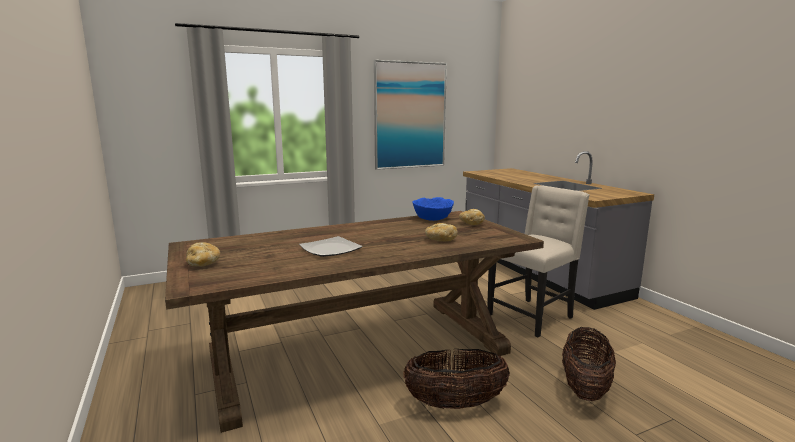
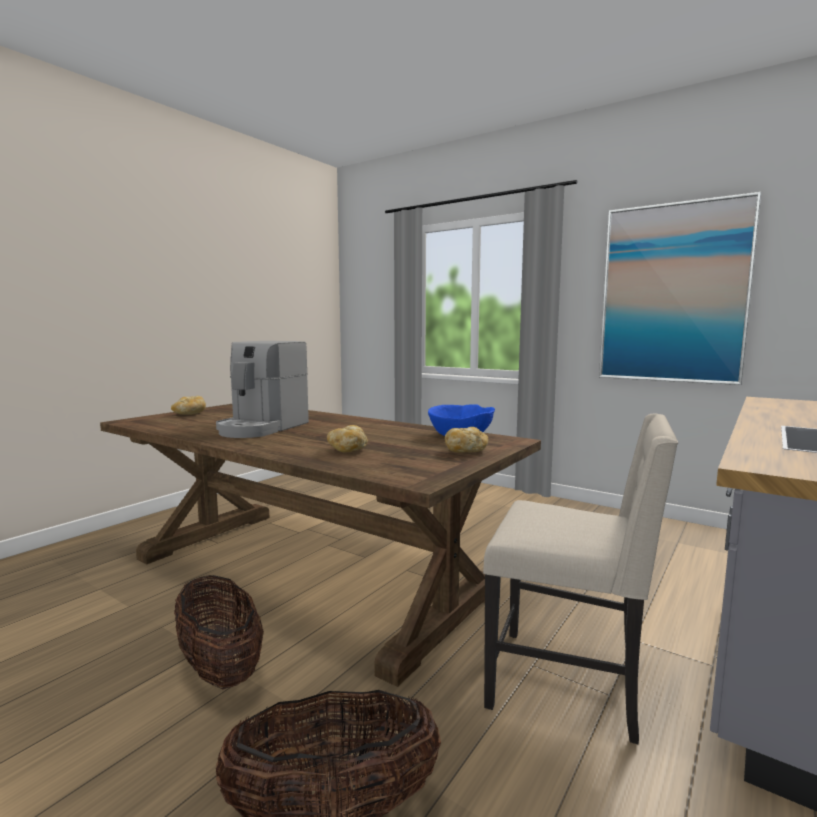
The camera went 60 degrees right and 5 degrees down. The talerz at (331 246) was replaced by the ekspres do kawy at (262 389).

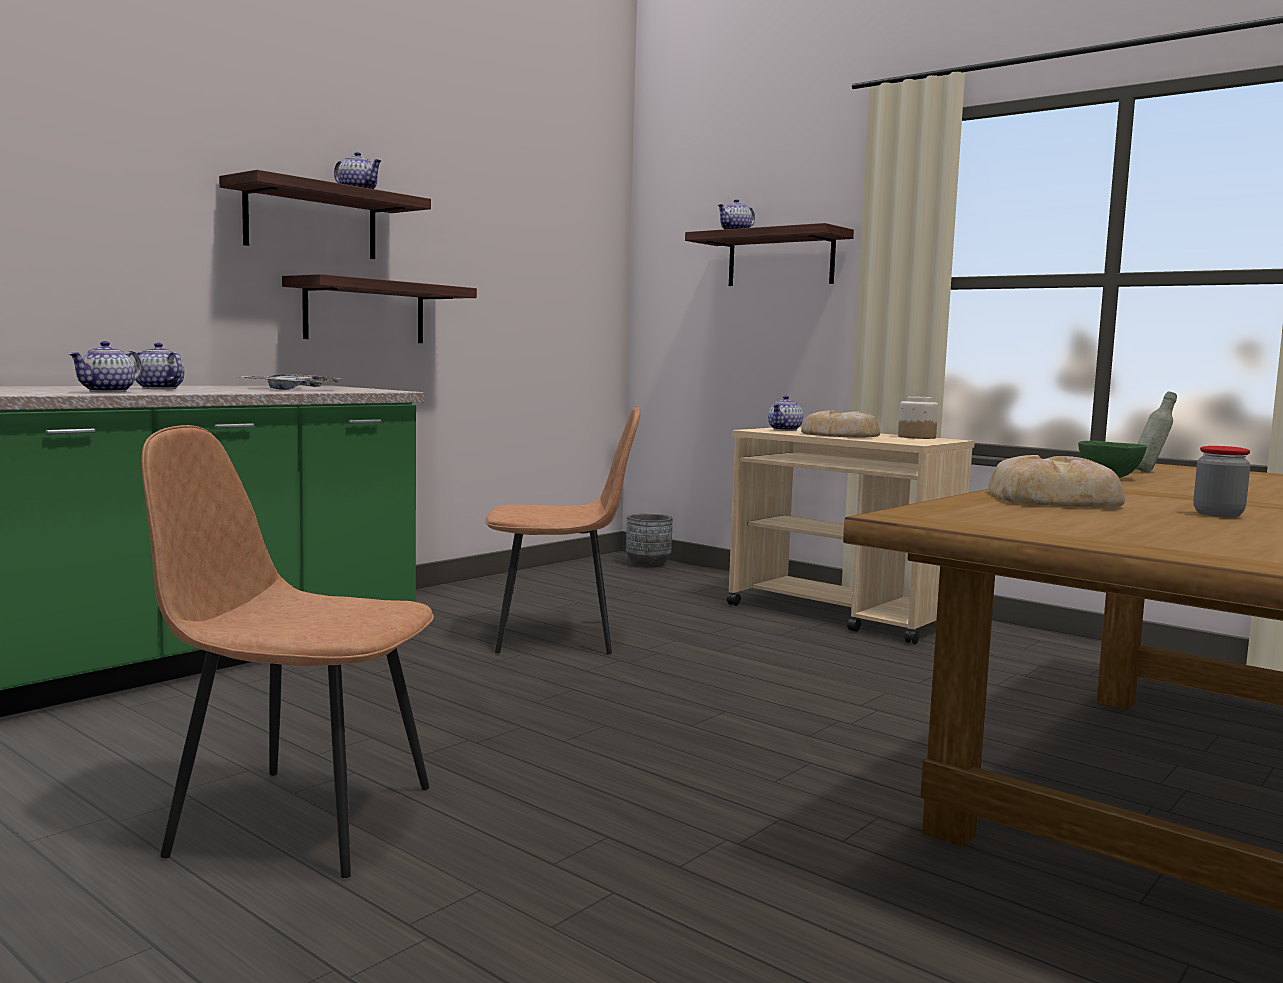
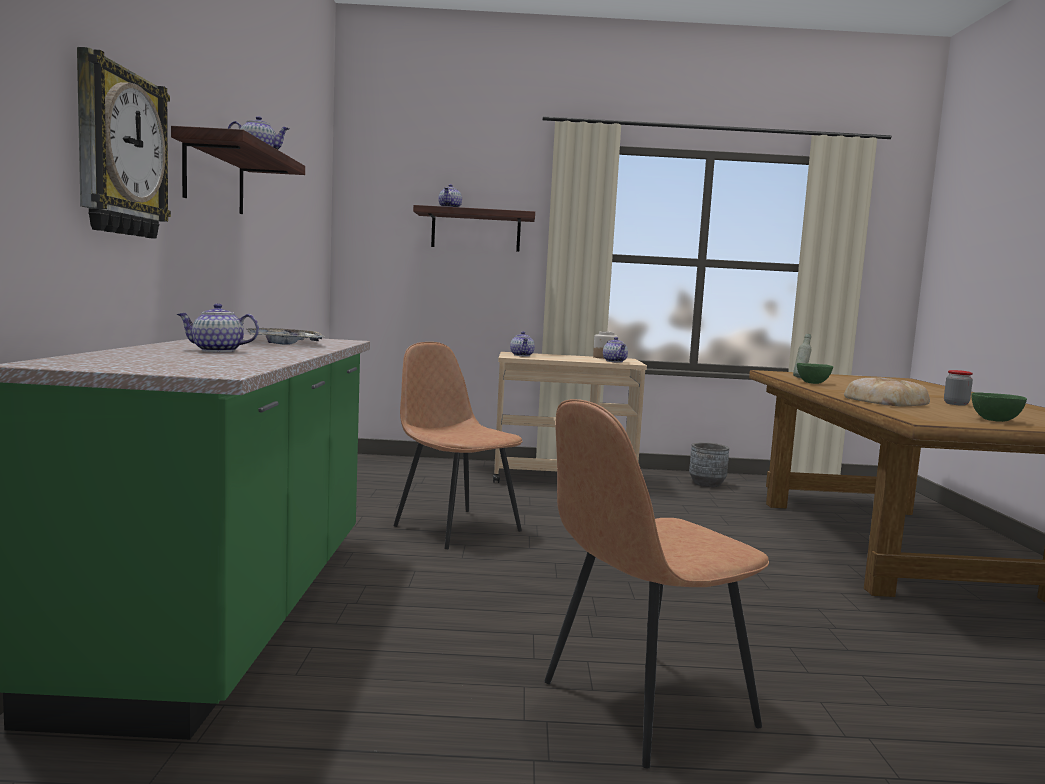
The camera went 40 degrees left and 0 degrees up. The półka at (379 308) disappeared. The imbryk moved from (105 366) to (615 350). The krzesło/brązowy at (562 529) turned 90 degrees counterclockwise. The chleb at (840 424) disappeared. The donica/szary moved from (649 540) to (709 464). The zegar ścienny at (124 143) appeared. The miska/zielony at (999 407) appeared.

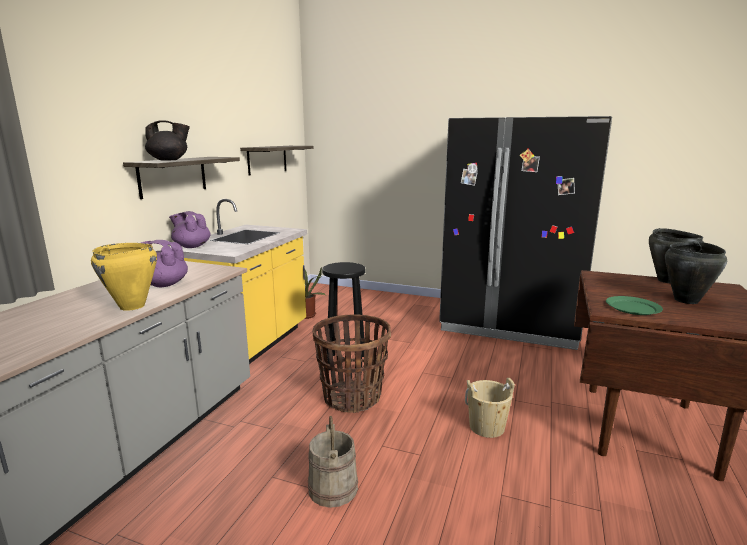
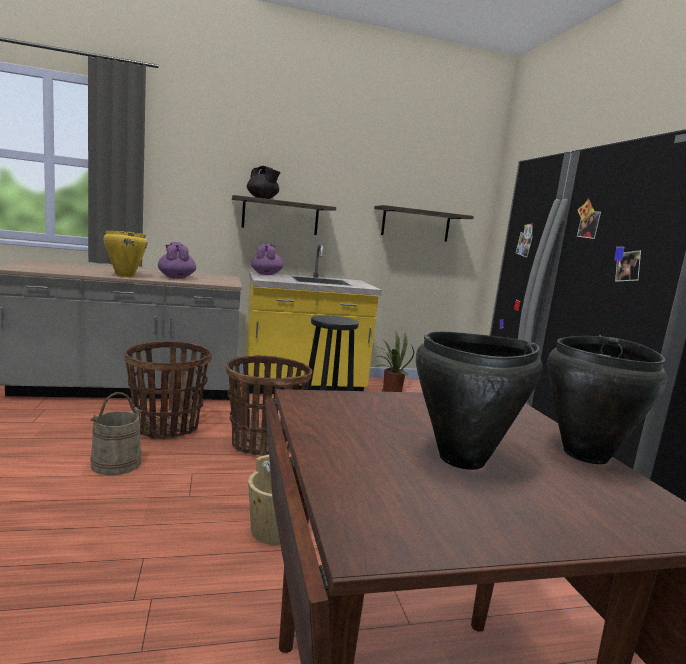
The camera went 55 degrees right and 5 degrees down. The talerz/zielony at (634 305) disappeared. The koszyk at (168 390) appeared.

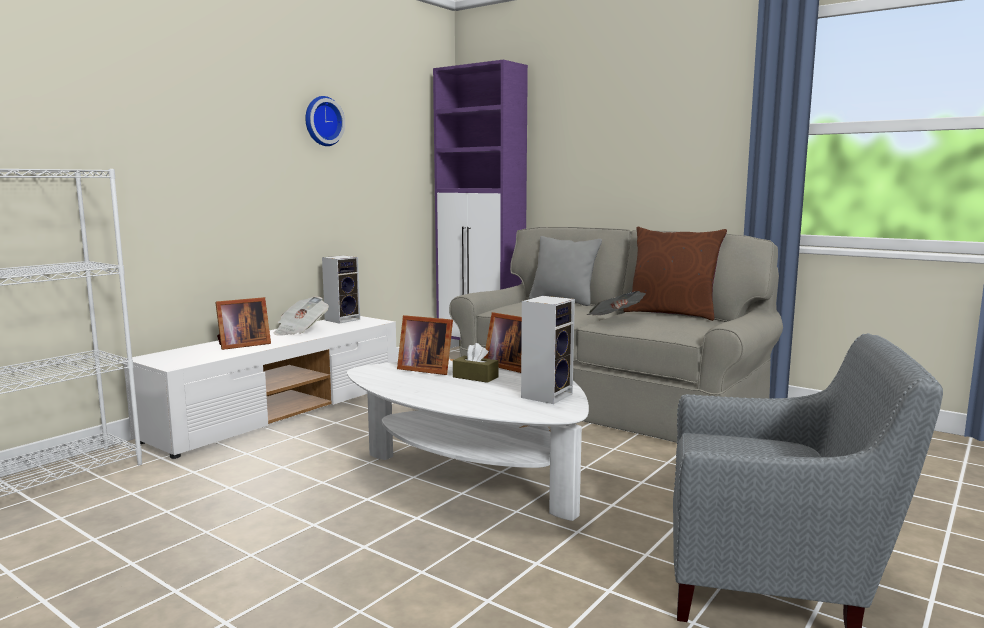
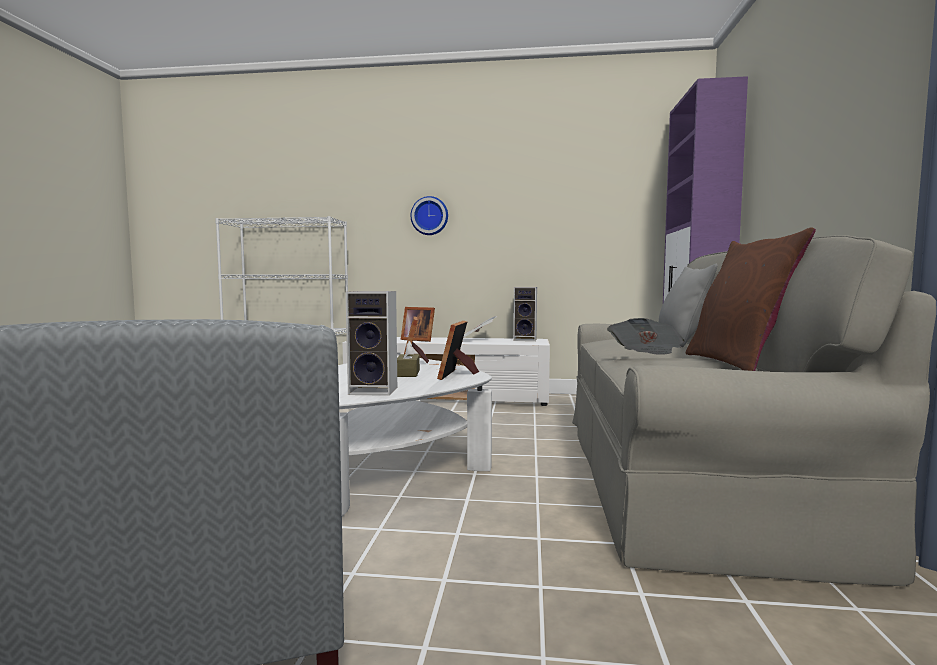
The camera went 60 degrees right and 5 degrees down. The zegar ścienny moved from (325 121) to (429 215).

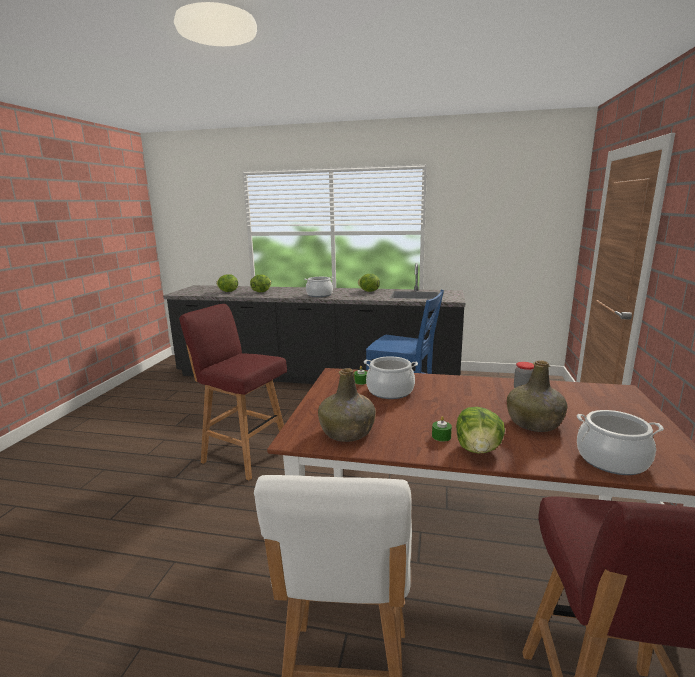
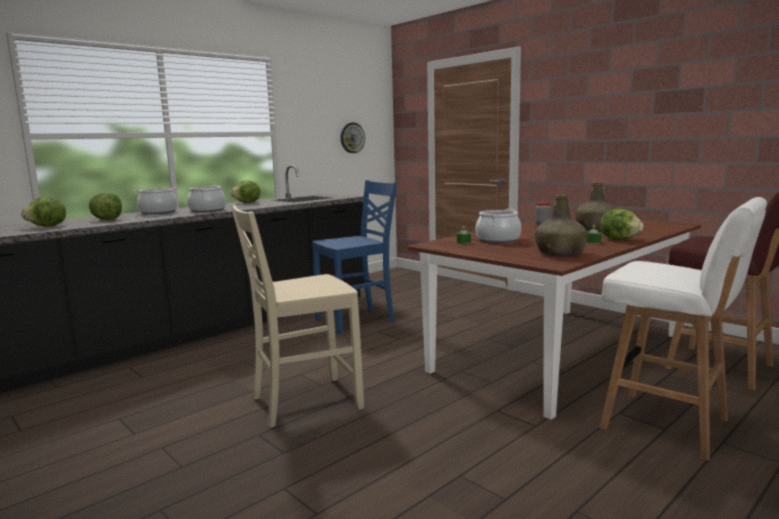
The camera went 55 degrees left and 5 degrees down. The stołek/czerwony at (233 392) was replaced by the krzesło/beżowy at (297 316). The garnek moved from (620 442) to (155 201). The zegar ścienny at (353 138) appeared.

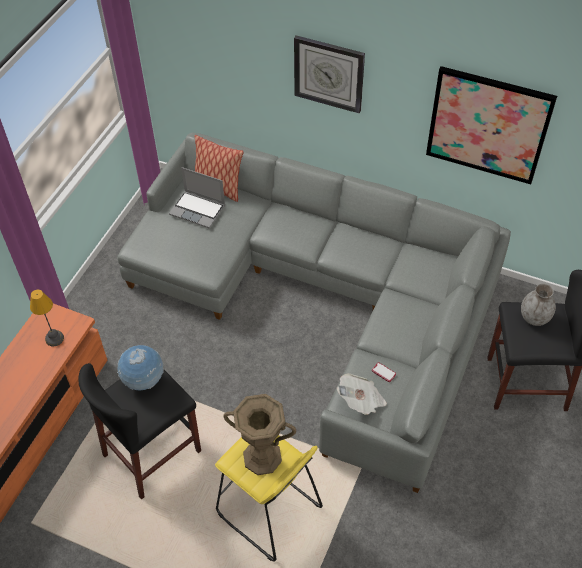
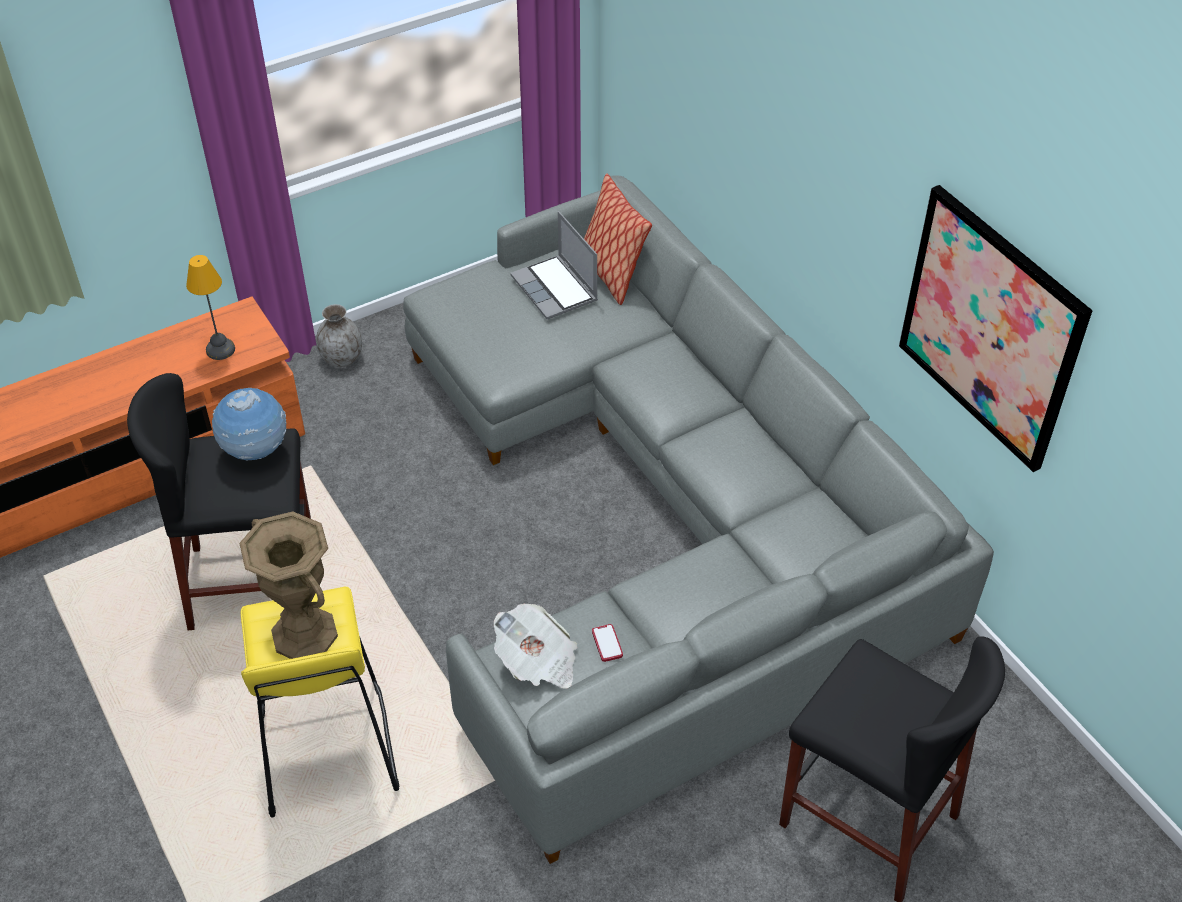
The camera went 35 degrees right and 5 degrees down. The zegar ścienny at (329 74) disappeared. The wazon/szary moved from (538 304) to (339 335).

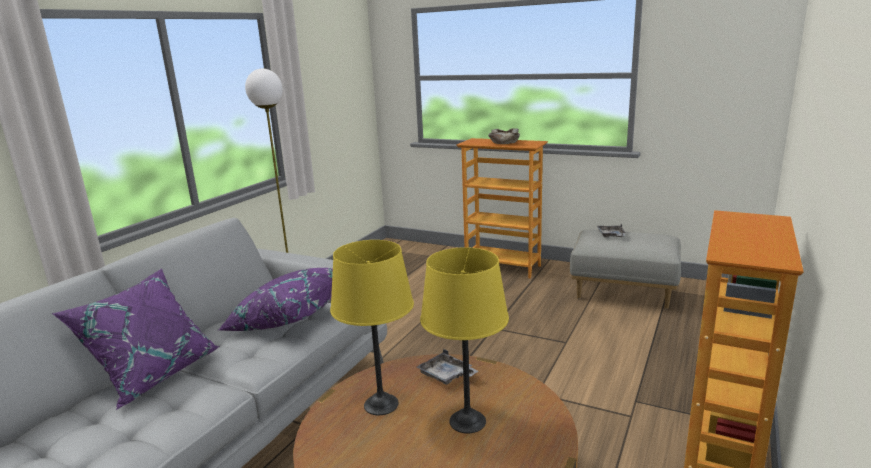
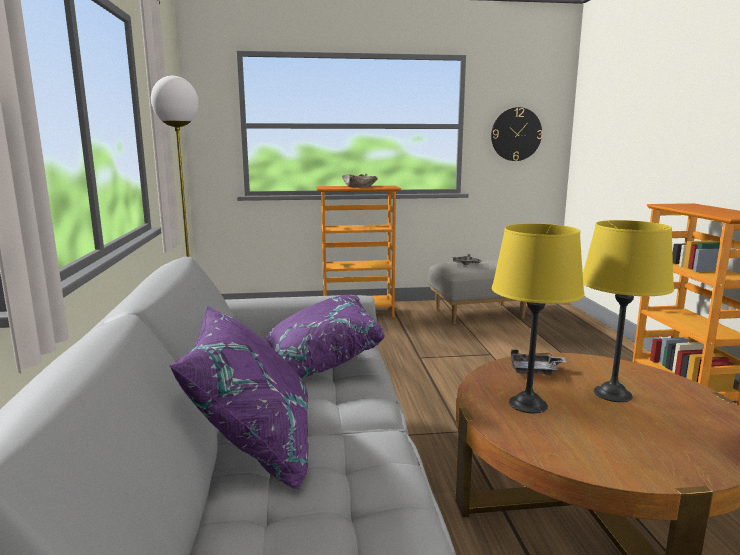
The camera went 35 degrees left and 5 degrees down. The zegar ścienny at (516 134) appeared.

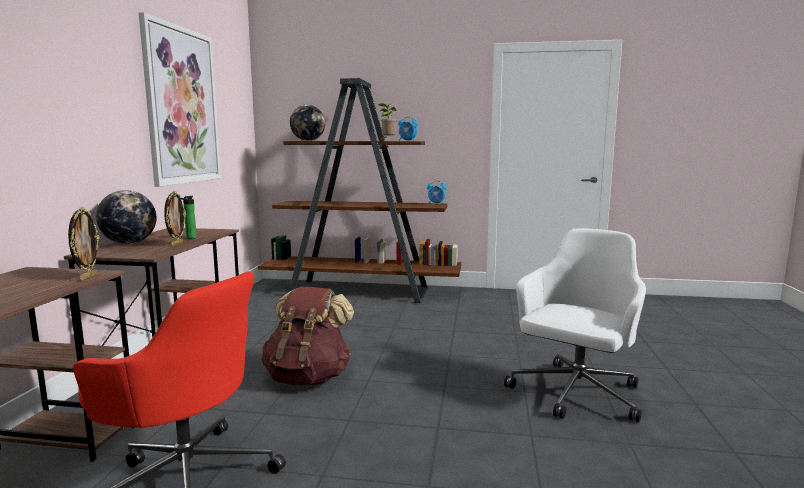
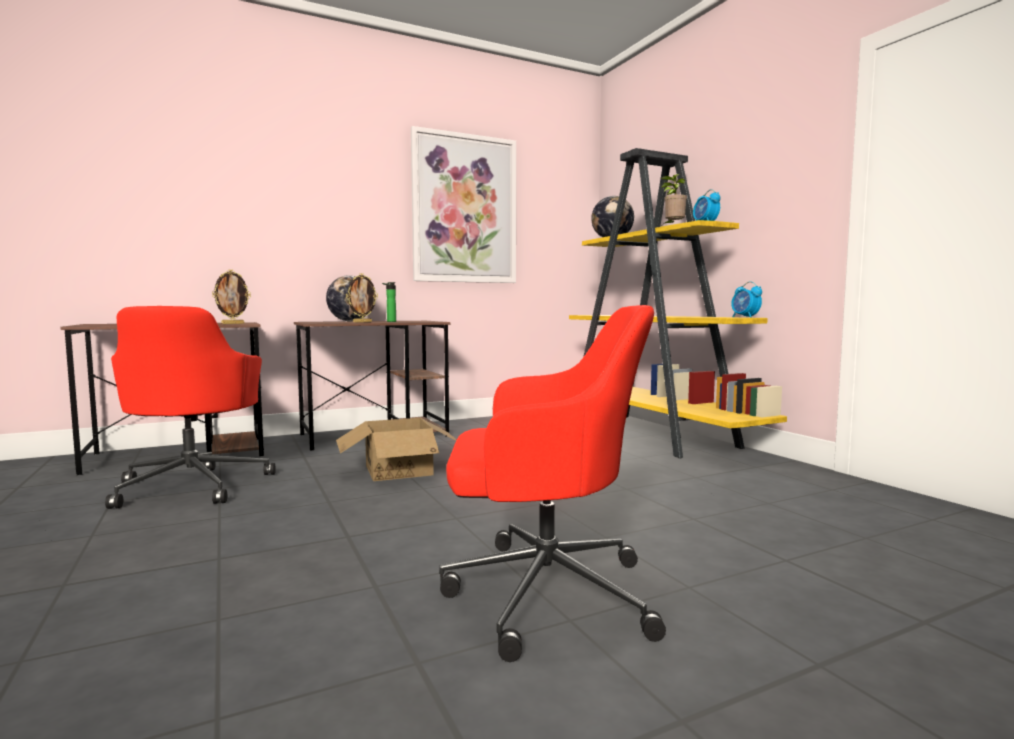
The camera went 55 degrees right and 5 degrees down. The regał/brązowy at (359 190) became the regał/żółty at (678 303). The krzesło biurowe/biały at (575 325) became the krzesło biurowe/czerwony at (552 483). The plecak/brązowy at (308 336) was replaced by the karton at (396 449).

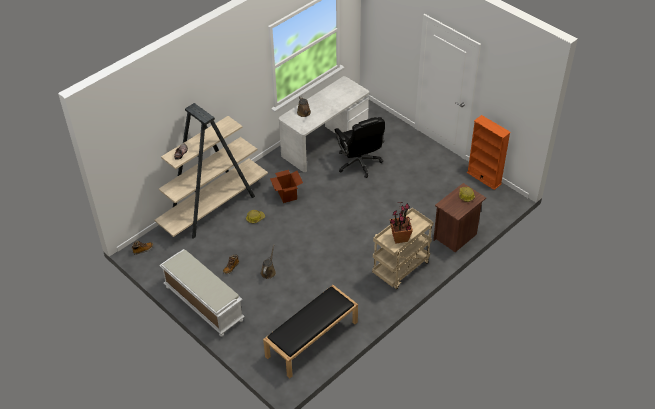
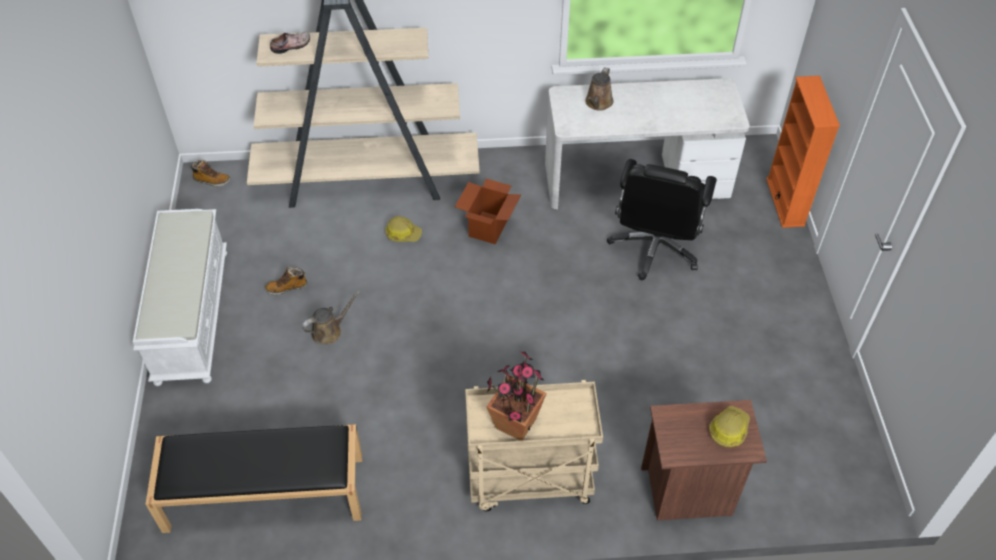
The camera went 40 degrees right and 5 degrees up. The regał/pomarańczowy moved from (489 152) to (803 152).

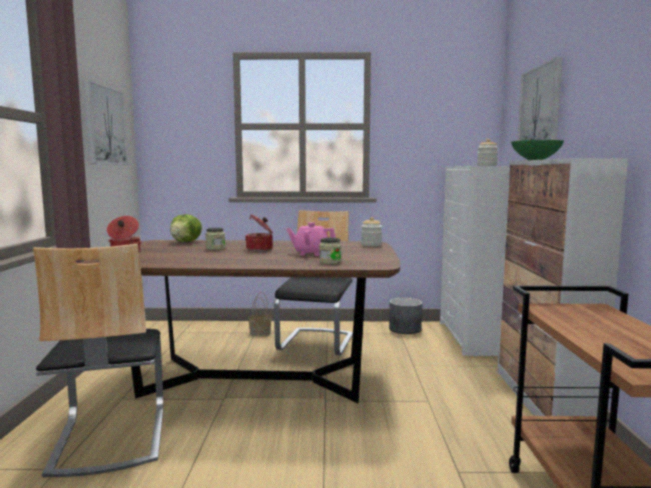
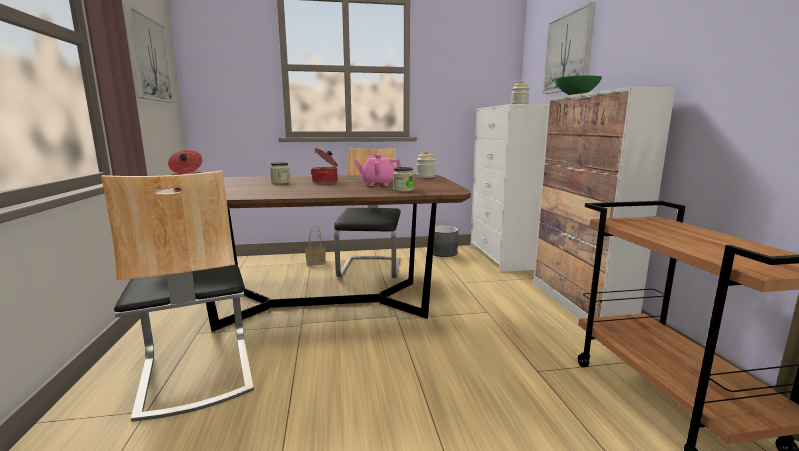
The camera went 10 degrees left and 5 degrees up. The sałata at (186 228) disappeared.

